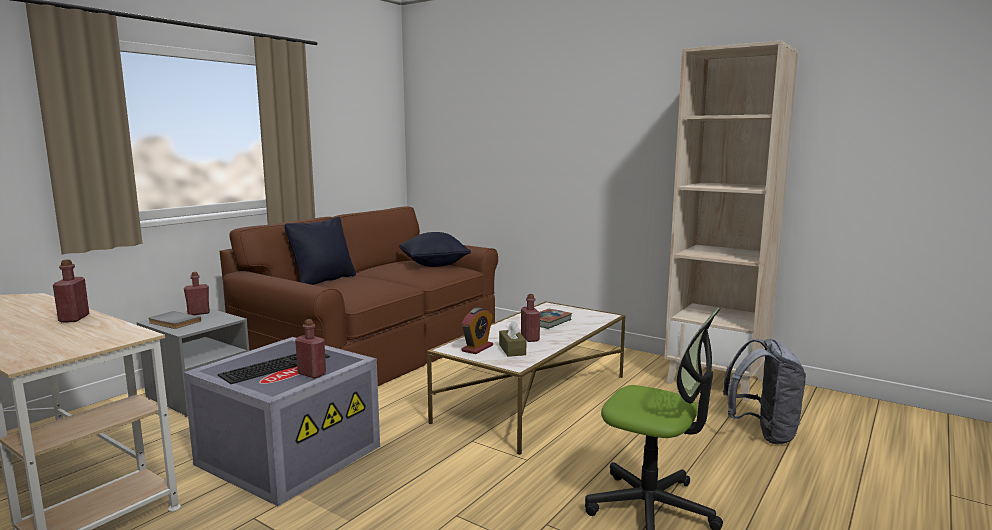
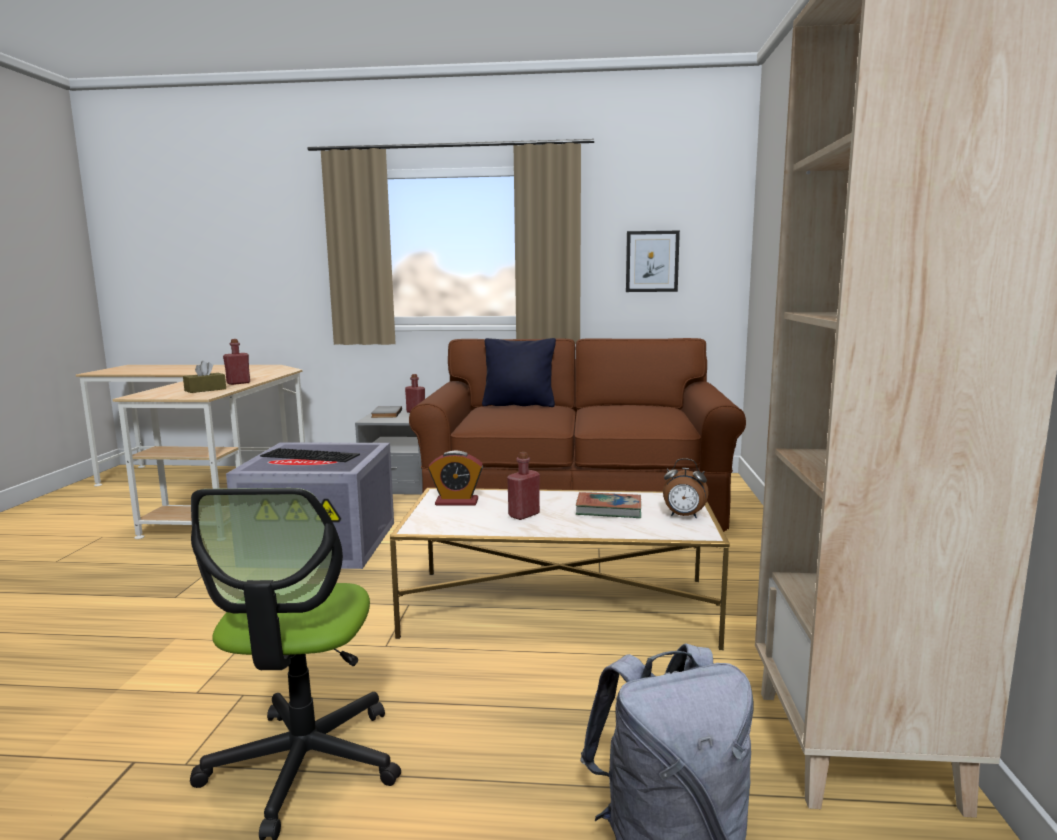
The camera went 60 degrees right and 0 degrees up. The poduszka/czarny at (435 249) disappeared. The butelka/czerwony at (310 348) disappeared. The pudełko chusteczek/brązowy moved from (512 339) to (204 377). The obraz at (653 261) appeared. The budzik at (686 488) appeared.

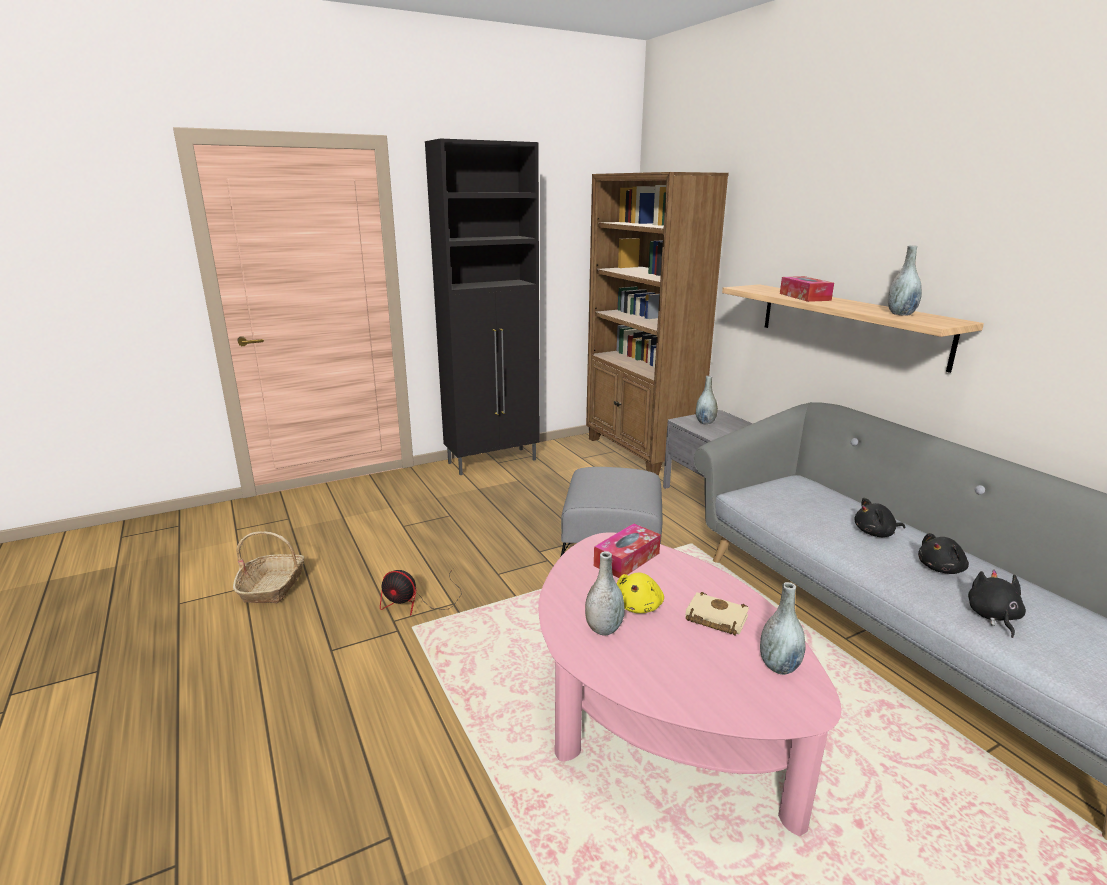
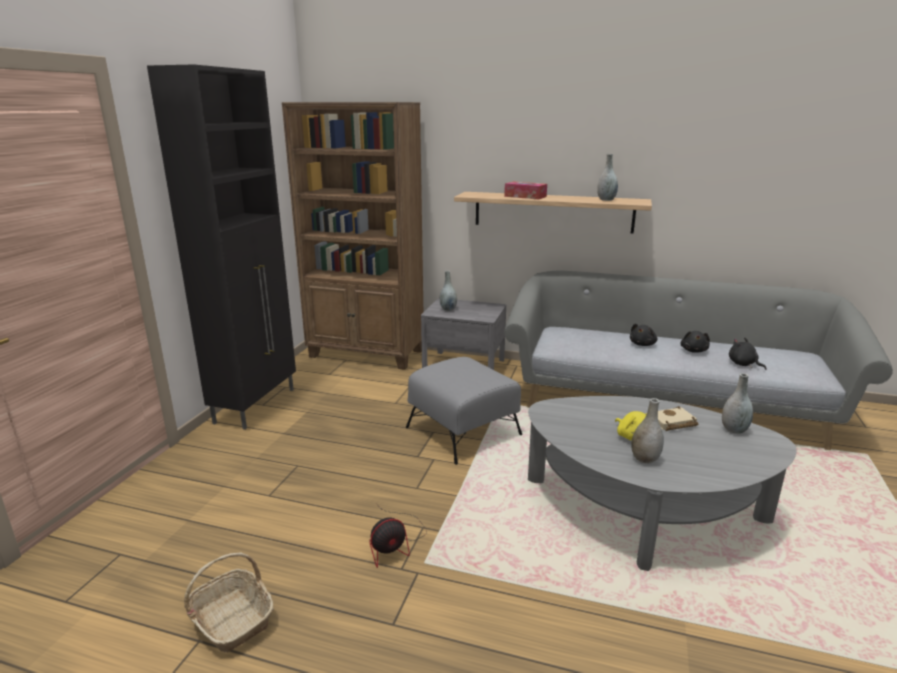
The camera went 45 degrees left and 0 degrees up. The pudełko chusteczek at (627 550) disappeared. The ława/różowy at (689 684) became the ława/szary at (662 483).

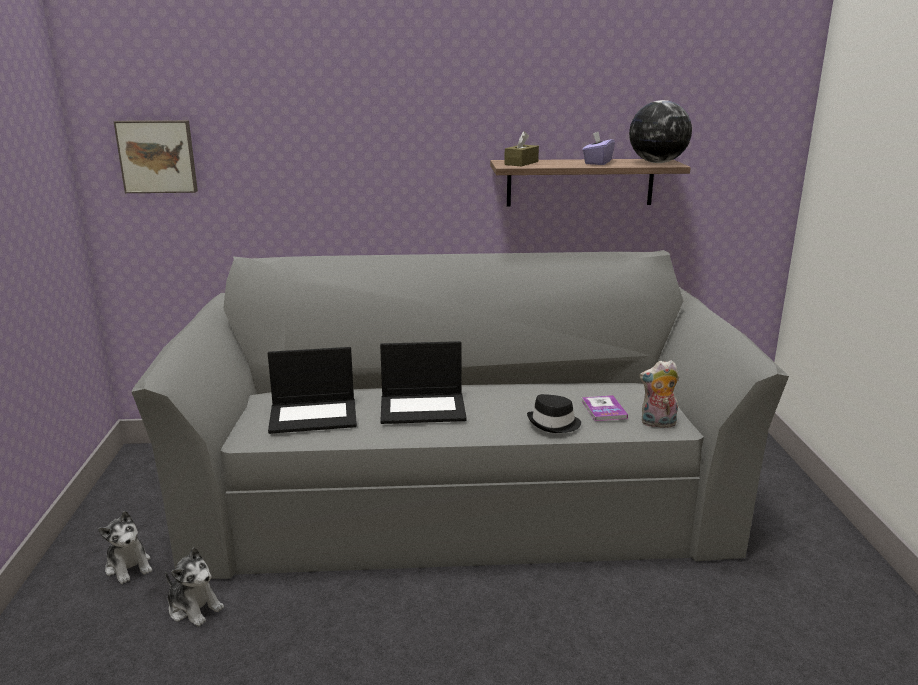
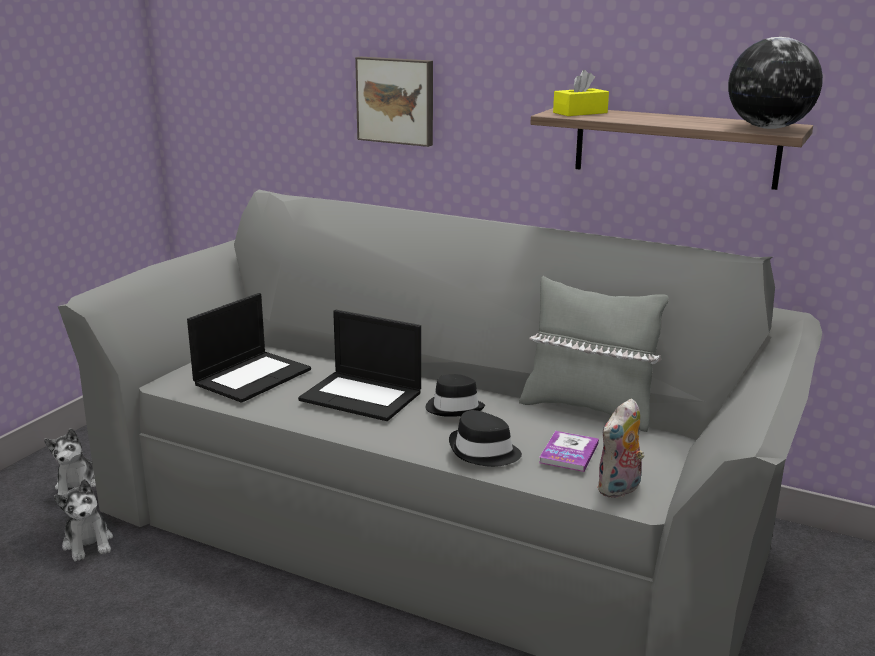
The camera went 30 degrees right and 0 degrees up. The obraz moved from (156 156) to (394 102). The pudełko chusteczek/brązowy at (521 148) became the pudełko chusteczek/żółty at (581 93). The pudełko chusteczek/fioletowy at (599 148) disappeared. The laptop at (312 390) turned 75 degrees counterclockwise. The pluszak at (659 394) turned 75 degrees counterclockwise. The poduszka/szary at (594 354) appeared. The kapelusz/czarny at (455 395) appeared.

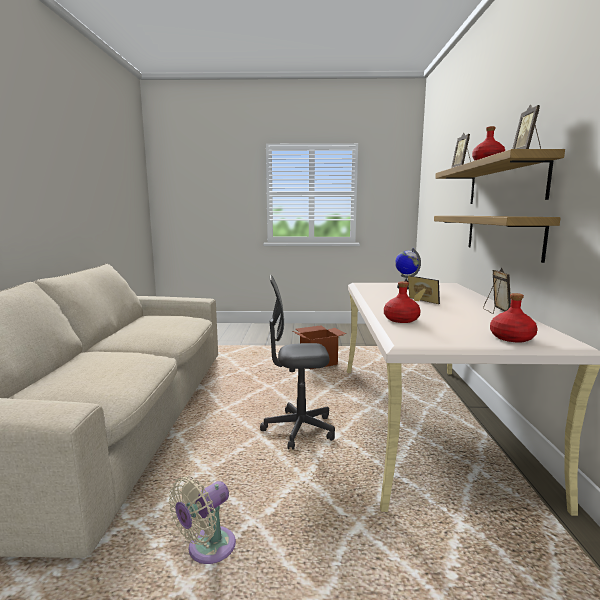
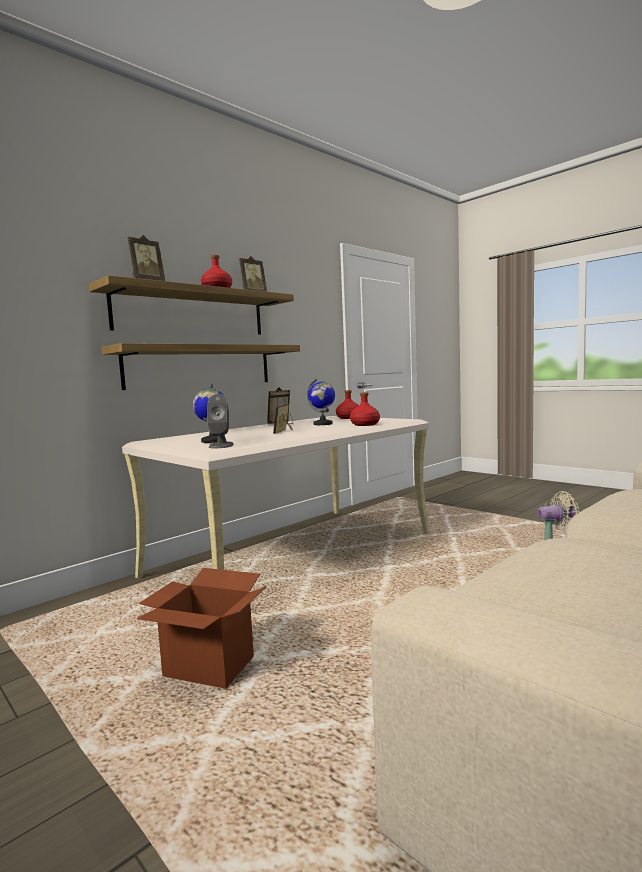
The camera went 135 degrees left and 5 degrees down. The krzesło biurowe/szary at (297 362) disappeared. The globus at (321 401) appeared. The głośnik/szary at (220 421) appeared.

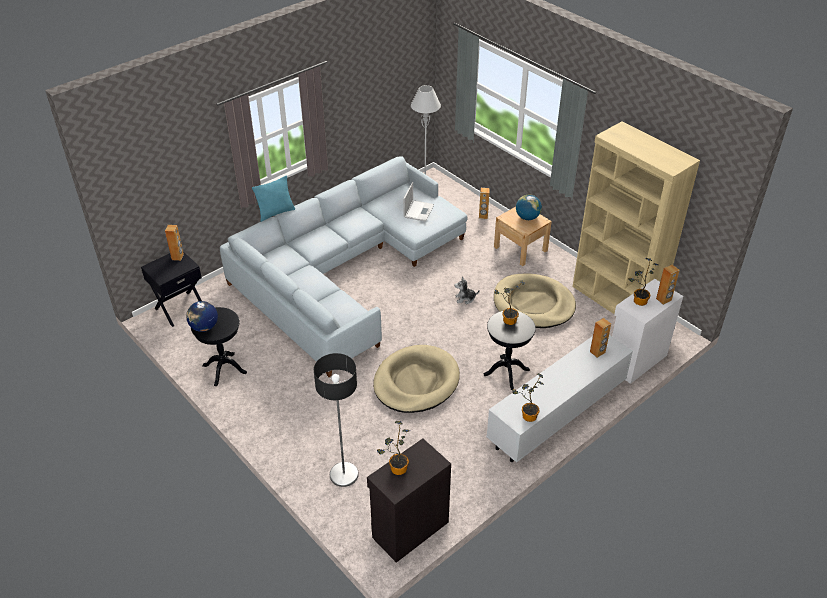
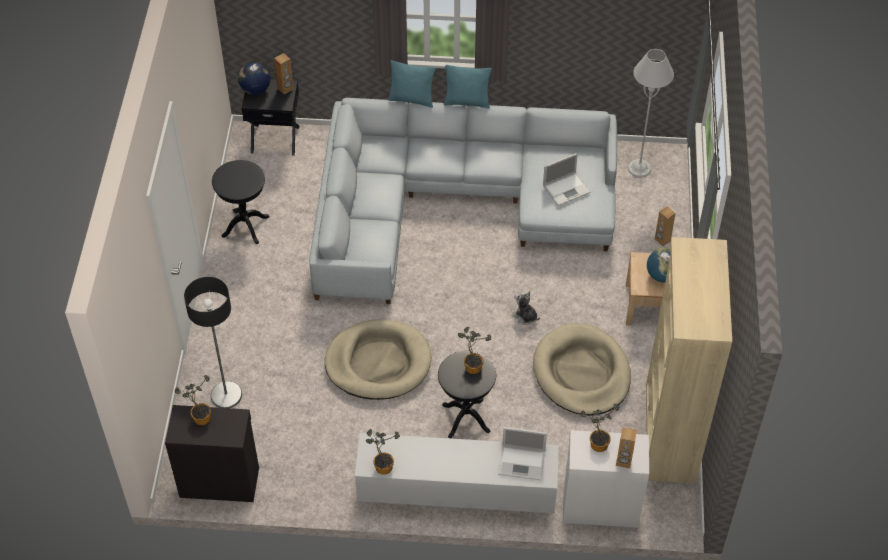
The camera went 45 degrees right and 10 degrees up. The globus moved from (202 316) to (254 79). The głośnik/brązowy at (600 338) was replaced by the laptop at (522 453). The poduszka/turkusowy at (468 87) appeared.

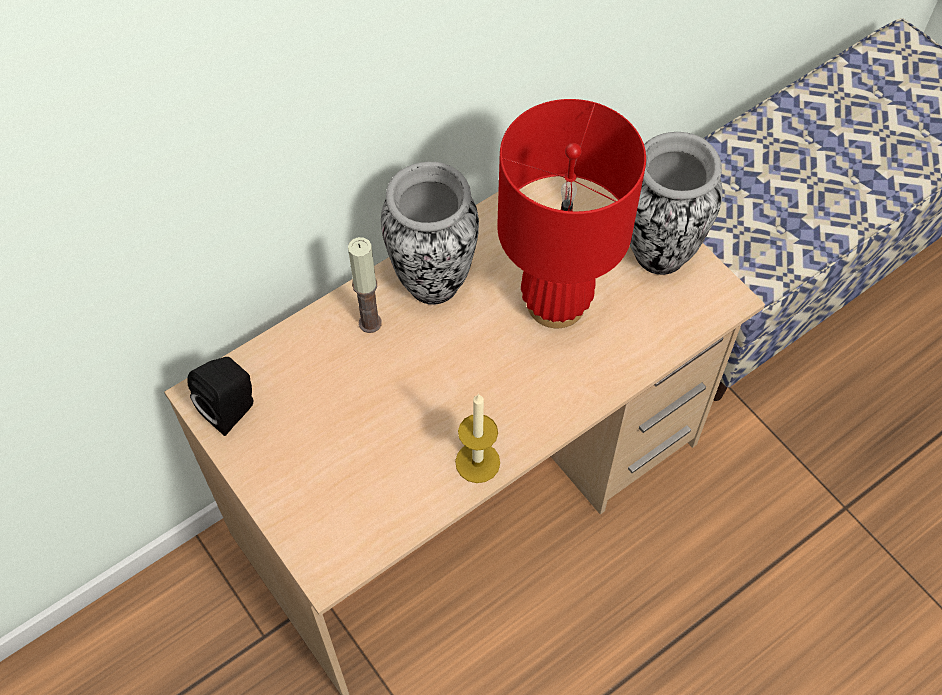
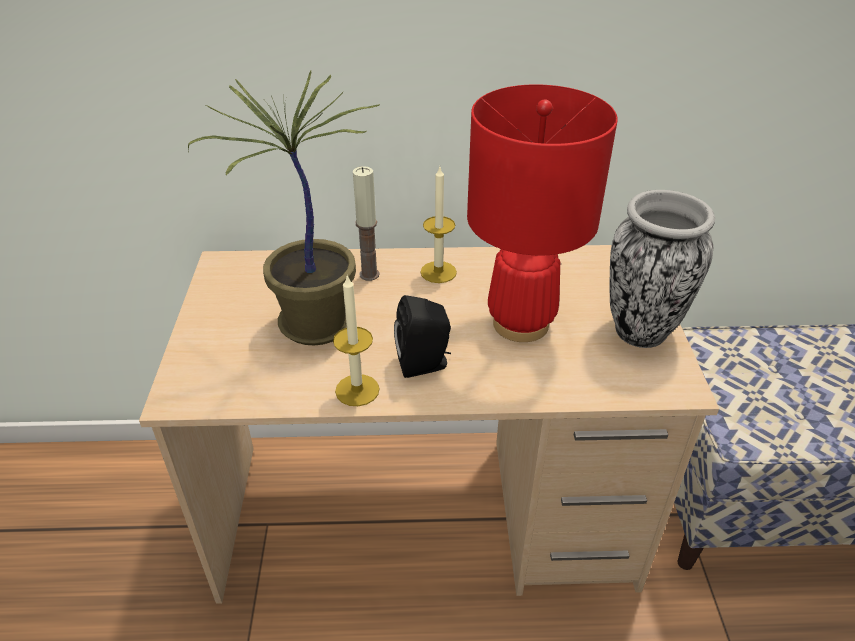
The camera went 35 degrees right and 20 degrees down. The wazon at (430 233) was replaced by the świeca at (438 225). The głośnik/czarny moved from (220 396) to (422 336). The roślina doniczkowa at (284 208) appeared.

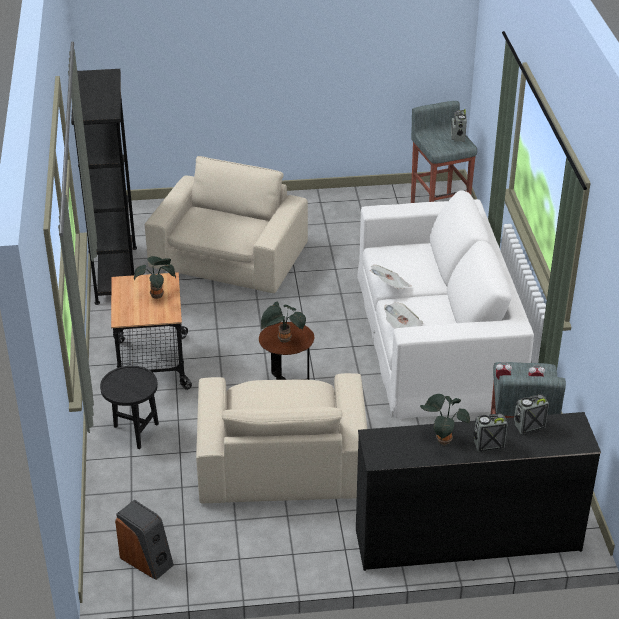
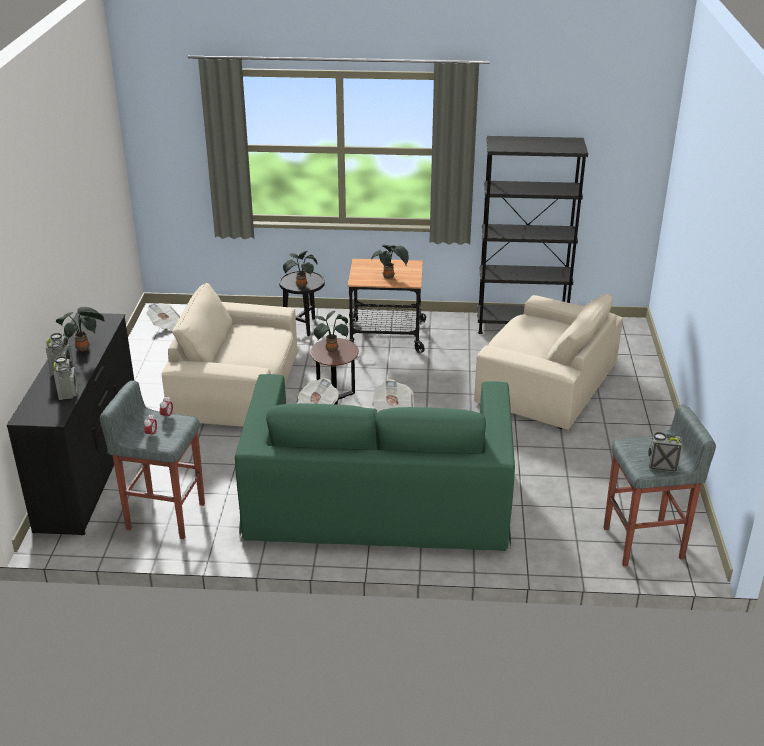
The camera went 100 degrees right and 5 degrees down. The kanapa/biały at (445 305) became the kanapa/zielony at (375 462). The głośnik at (144 540) was replaced by the gazeta at (163 317). The roślina doniczkowa at (300 269) appeared.

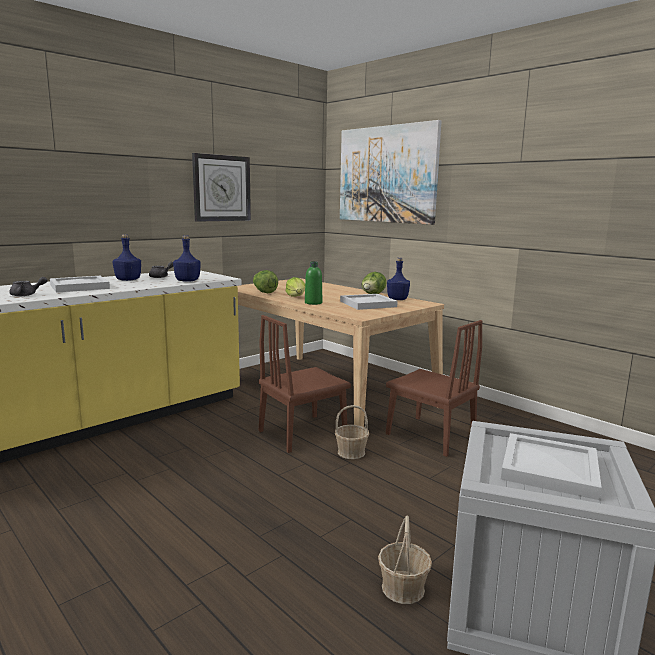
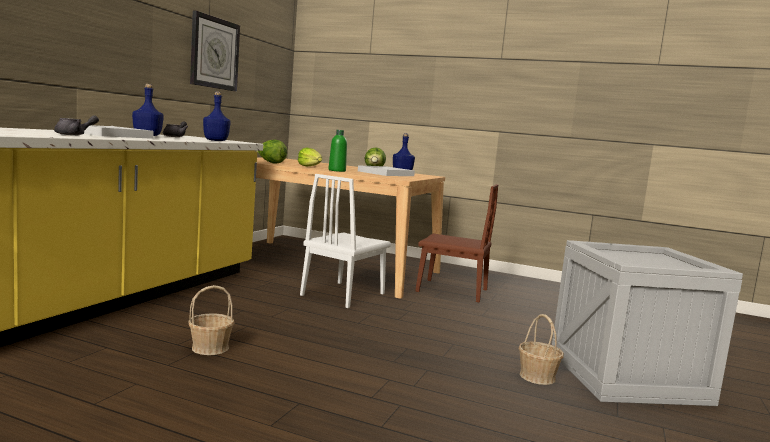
The camera went 25 degrees left and 5 degrees down. The obraz at (390 172) disappeared. The krzesło/brązowy at (305 384) became the krzesło/biały at (345 241). The koszyk moved from (352 432) to (211 320). The taca/biały at (551 466) disappeared.

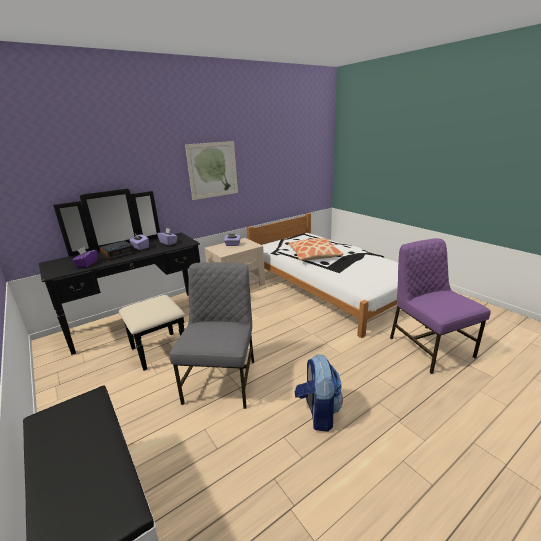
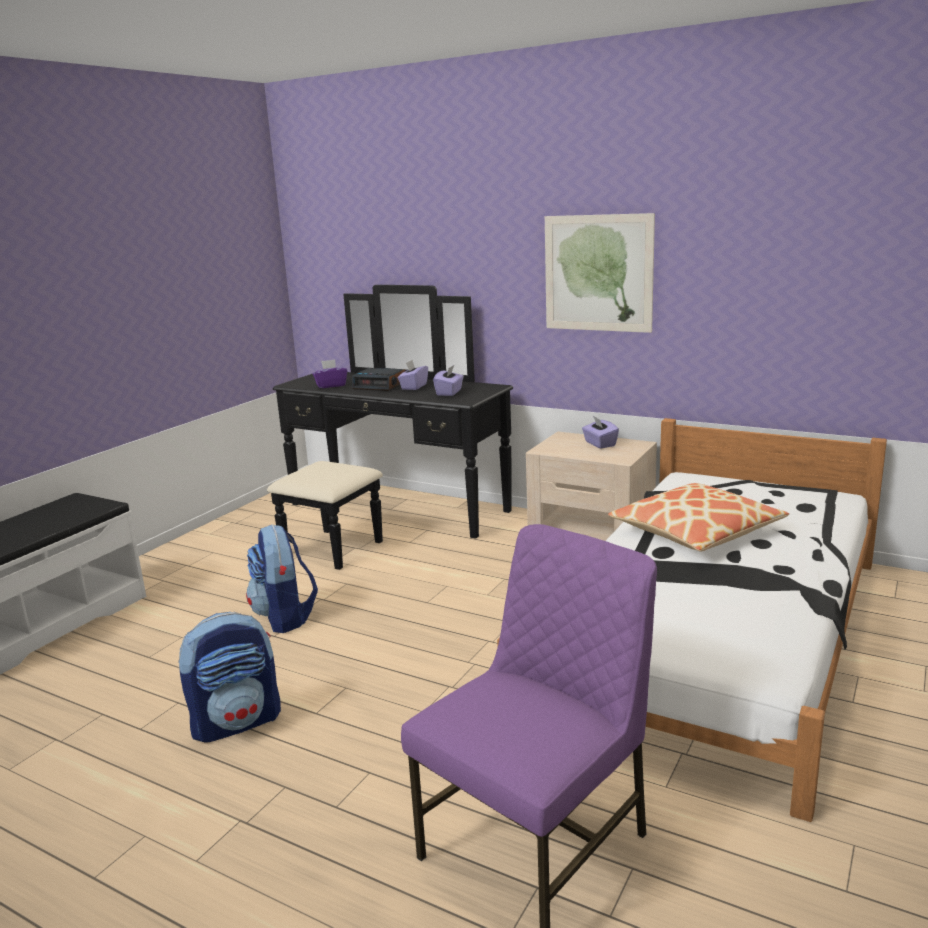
The camera went 65 degrees right and 5 degrees down. The krzesło/szary at (211 335) was replaced by the plecak at (282 578).

